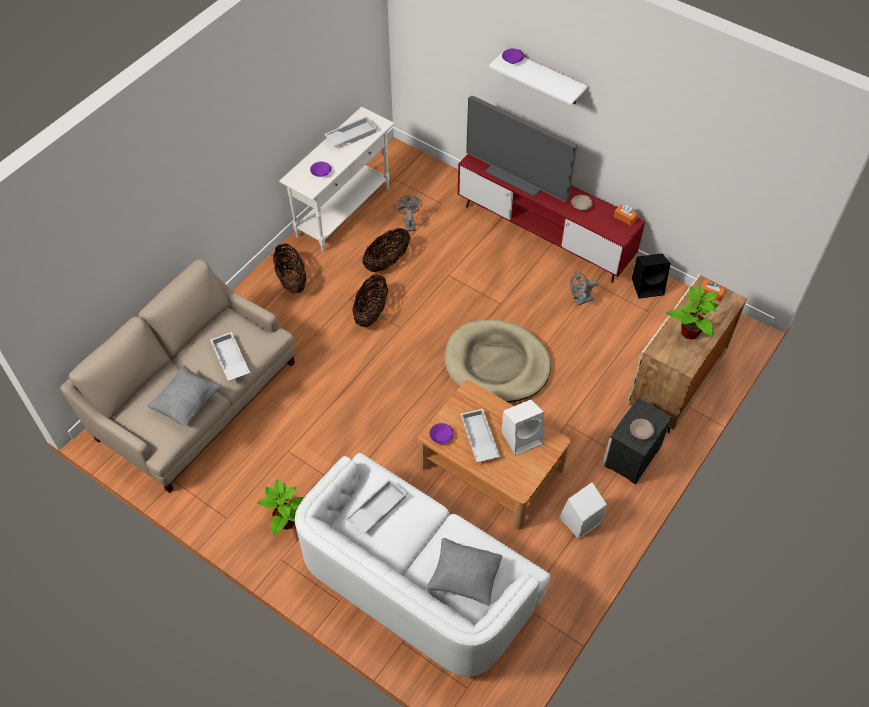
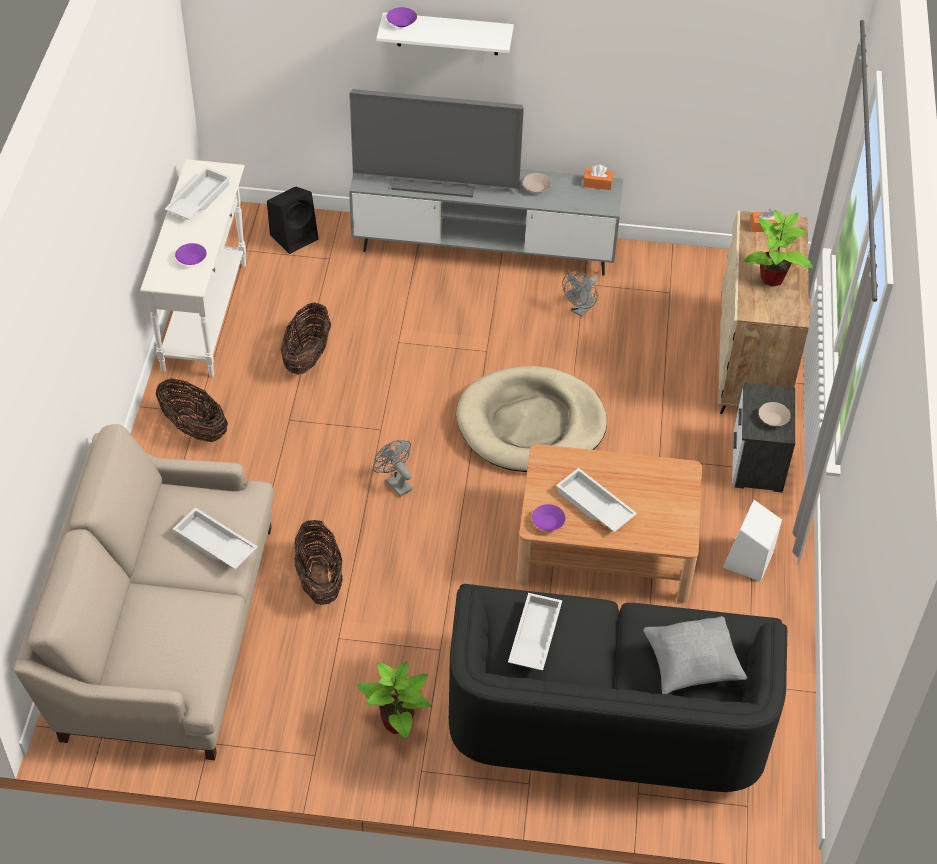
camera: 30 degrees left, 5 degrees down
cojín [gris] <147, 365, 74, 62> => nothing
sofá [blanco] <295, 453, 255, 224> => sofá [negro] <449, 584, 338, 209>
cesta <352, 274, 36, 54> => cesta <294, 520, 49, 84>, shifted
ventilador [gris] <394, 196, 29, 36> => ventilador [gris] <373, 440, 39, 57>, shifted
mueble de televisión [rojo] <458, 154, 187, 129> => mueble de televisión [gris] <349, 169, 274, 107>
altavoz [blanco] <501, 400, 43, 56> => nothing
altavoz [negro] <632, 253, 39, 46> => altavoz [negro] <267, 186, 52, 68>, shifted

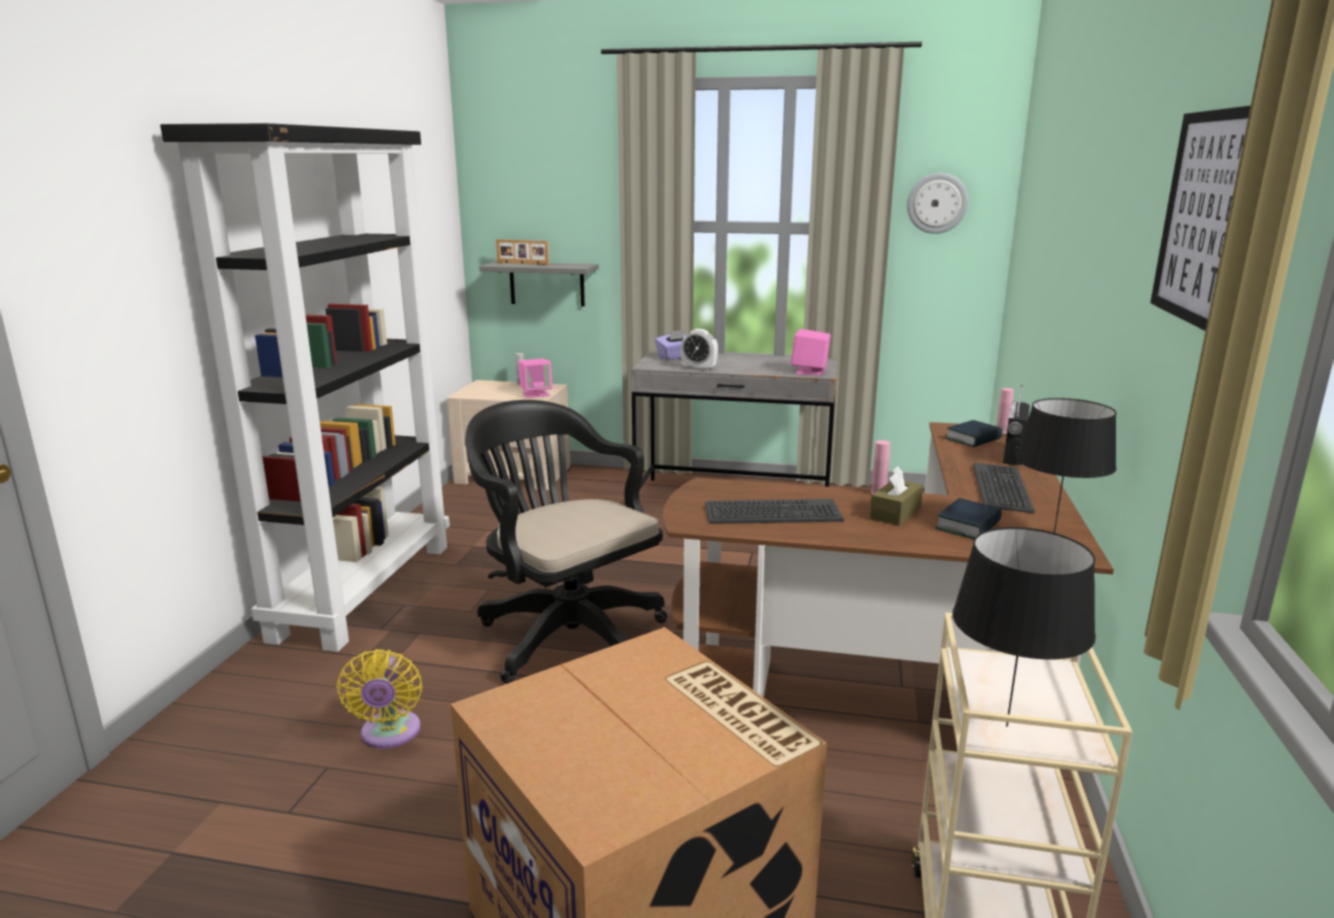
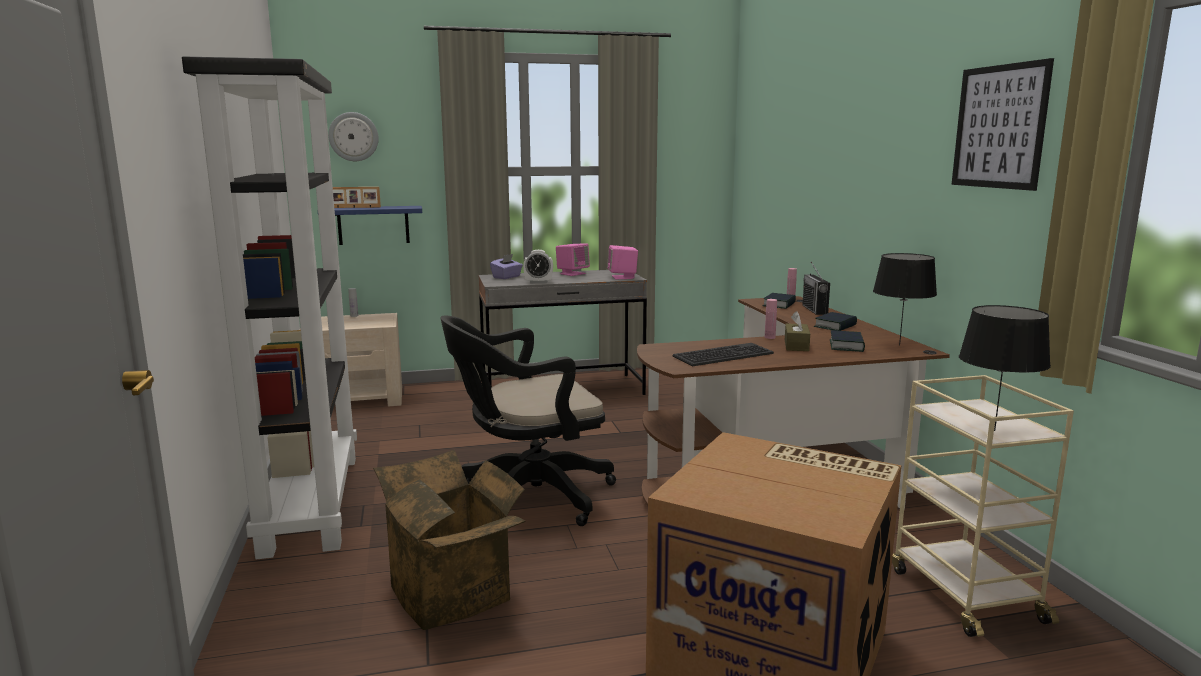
camera: 25 degrees left, 5 degrees down
ventilador [amarillo] <336, 649, 87, 100> => caja de cartón <373, 450, 153, 180>
silla de oficina [negro] <465, 400, 202, 284> => silla de oficina [negro] <440, 316, 176, 210>, 45 degrees counterclockwise
estante [gris] <479, 261, 120, 45> => estante [azul] <334, 206, 88, 39>
altavoz [rosa] <518, 358, 35, 40> => altavoz [rosa] <556, 243, 34, 33>, shifted
reloj de pared <907, 173, 61, 61> => reloj de pared <328, 112, 51, 49>, shifted
teclado <973, 463, 61, 50> => libro <814, 312, 43, 19>

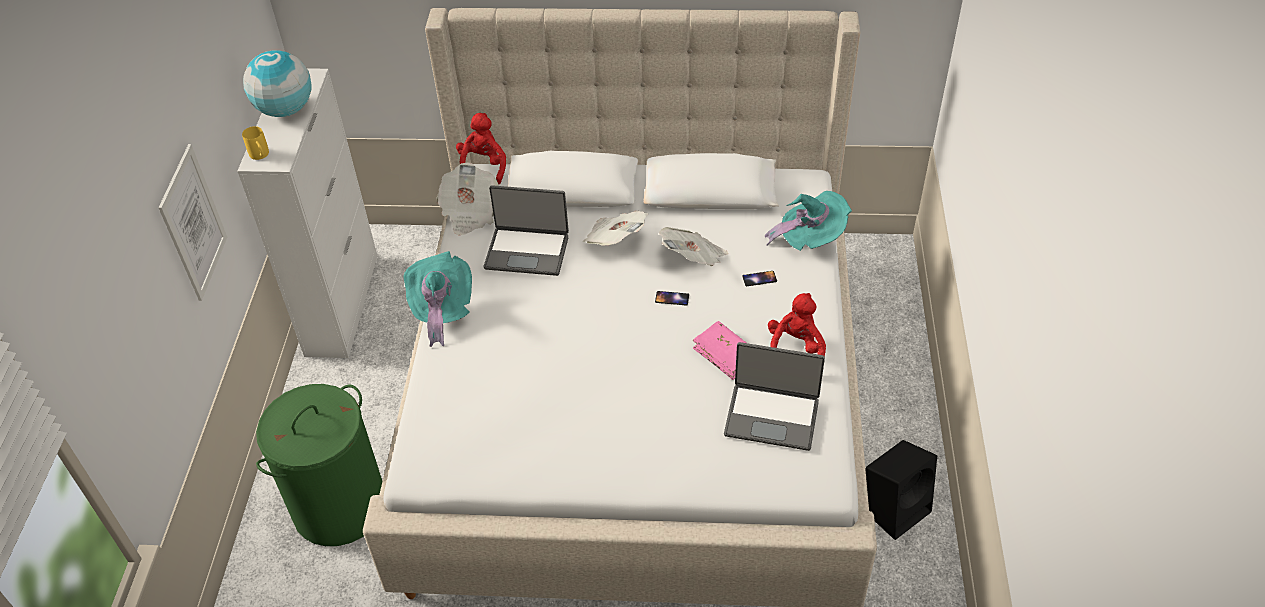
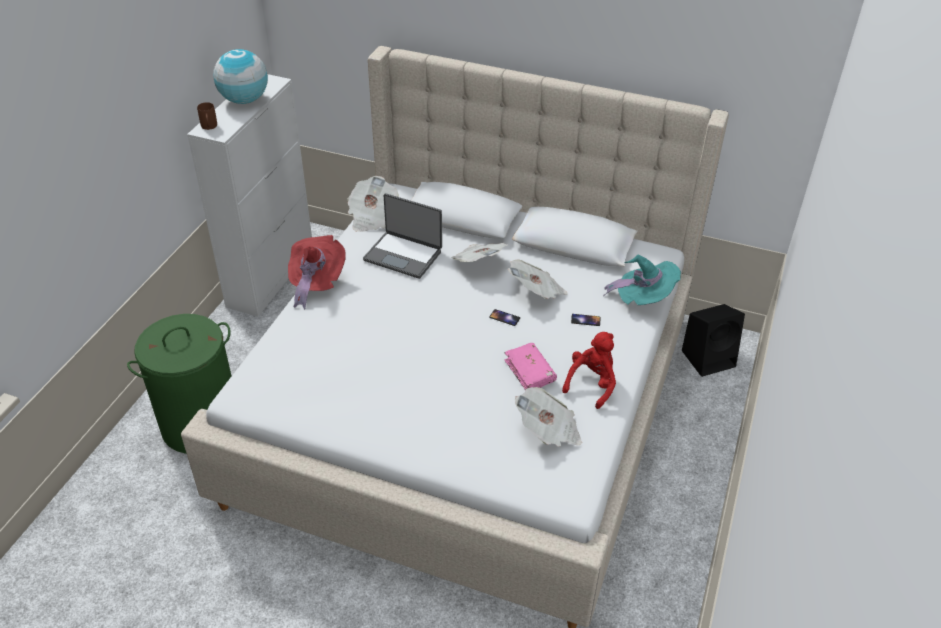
camera: 15 degrees right, 5 degrees down
cuadro <158, 144, 69, 157> => nothing
taza grande [amarillo] <242, 126, 27, 34> => taza grande [marrón] <197, 102, 20, 28>
sombrero [turquesa] <404, 251, 68, 96> => sombrero [rojo] <288, 235, 58, 74>
peluche [rojo] <456, 113, 50, 71> => nothing
portátil <724, 342, 101, 109> => periódico <515, 387, 67, 60>
altavoz [negro] <865, 440, 72, 100> => altavoz [negro] <682, 304, 63, 73>, shifted

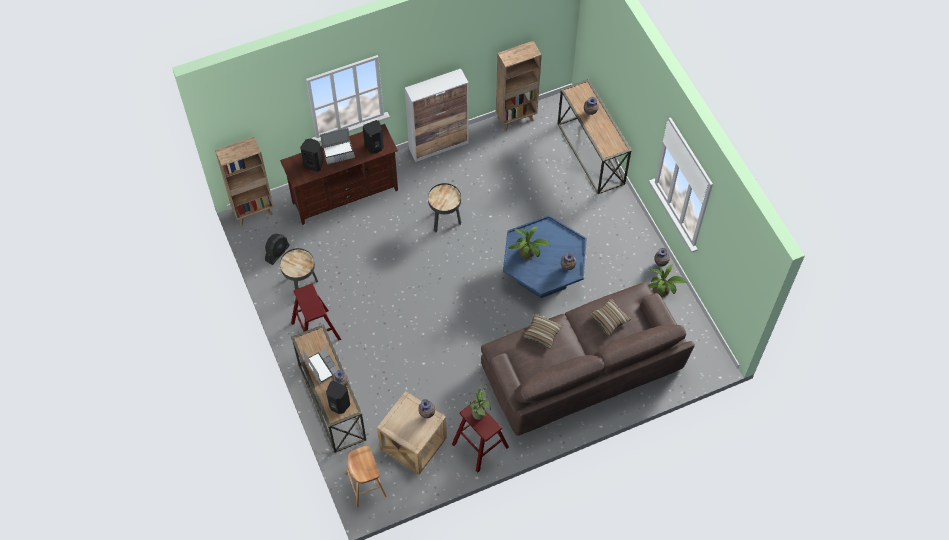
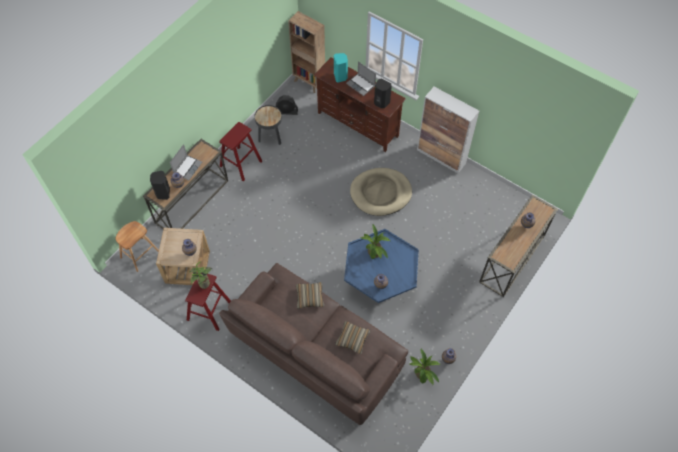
camera: 60 degrees right, 0 degrees up
altavoz [negro] <300, 139, 23, 33> => altavoz [turquesa] <334, 53, 14, 30>
mesa auxiliar [negro] <428, 183, 33, 49> => cama para perro [beis] <350, 168, 62, 48>
estantería [marrón] <496, 41, 46, 90> => nothing

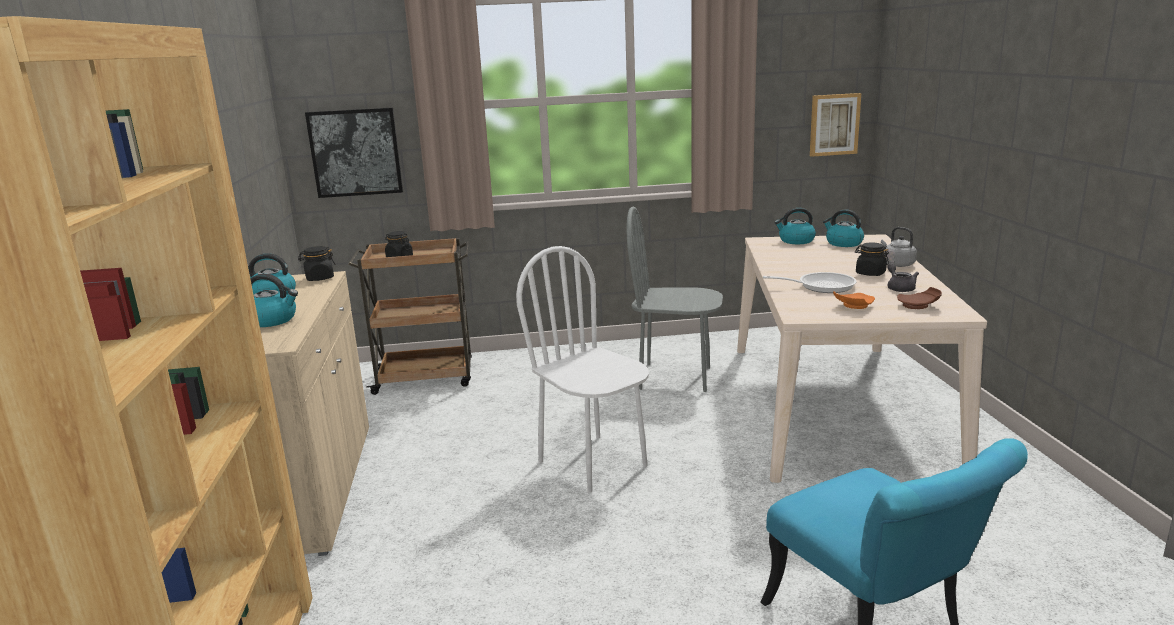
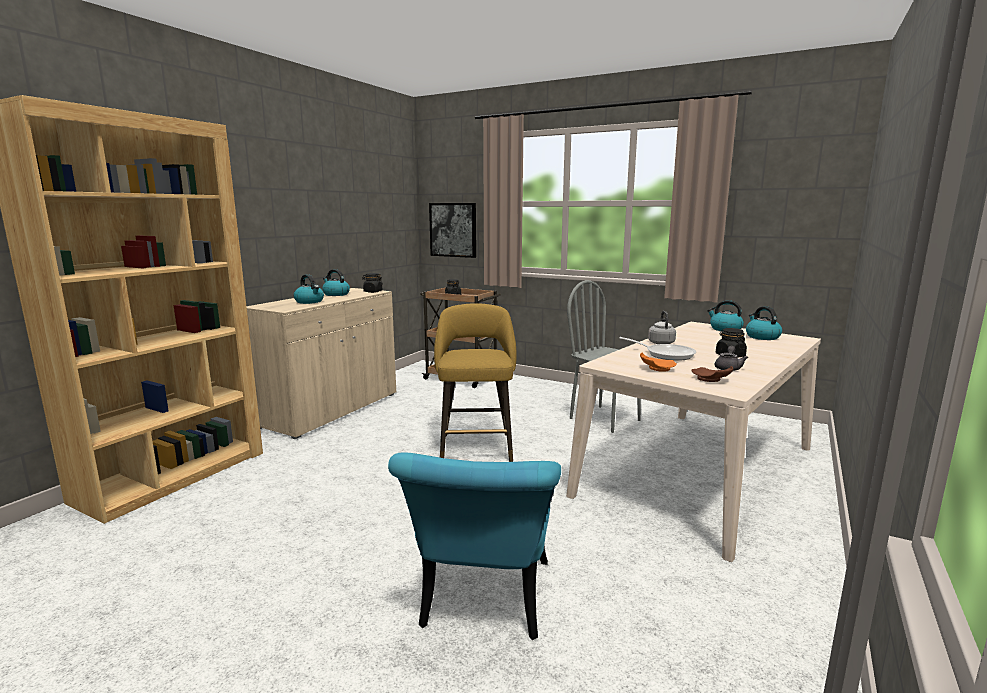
camera: 35 degrees right, 5 degrees down
silla [blanco] <516, 246, 133, 247> => taburete [amarillo] <434, 303, 82, 159>
cuadro <810, 93, 51, 64> => nothing
hervidor [gris] <881, 227, 36, 40> => hervidor [gris] <648, 311, 28, 33>, shifted

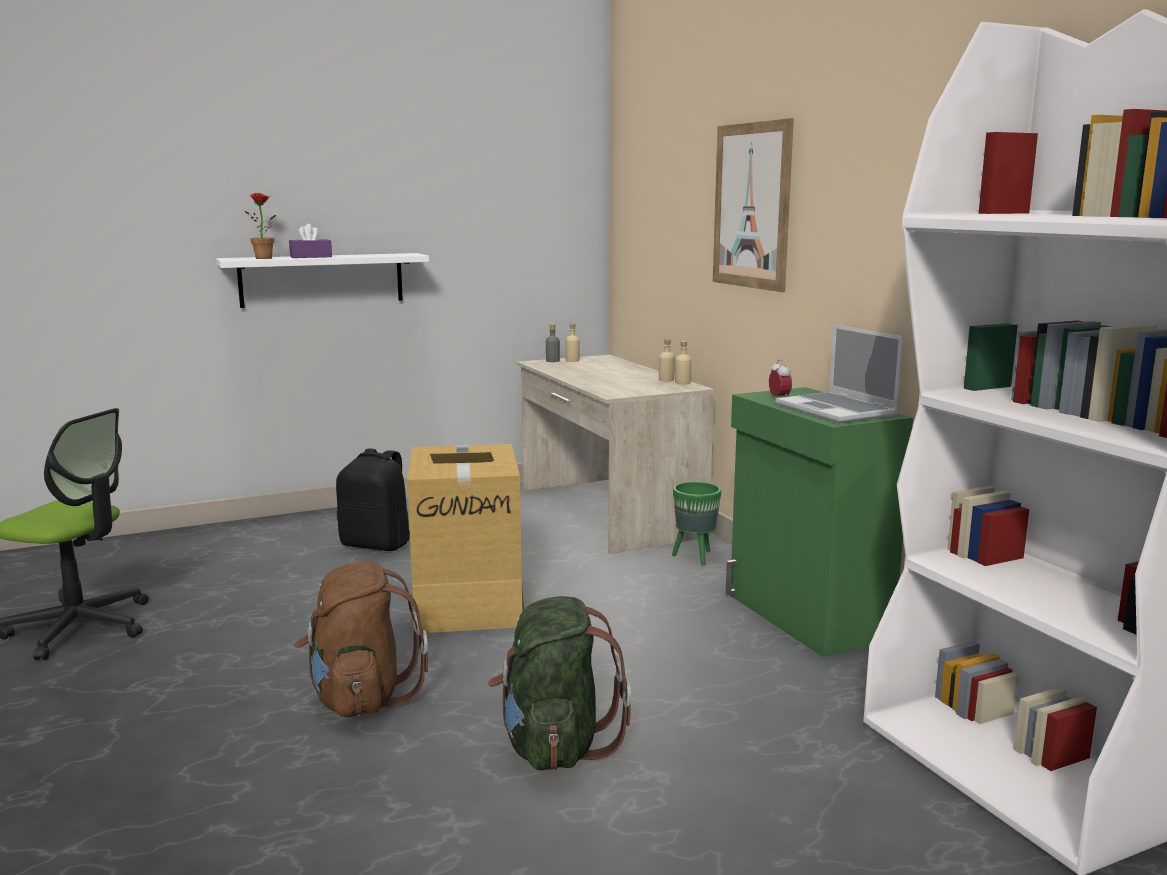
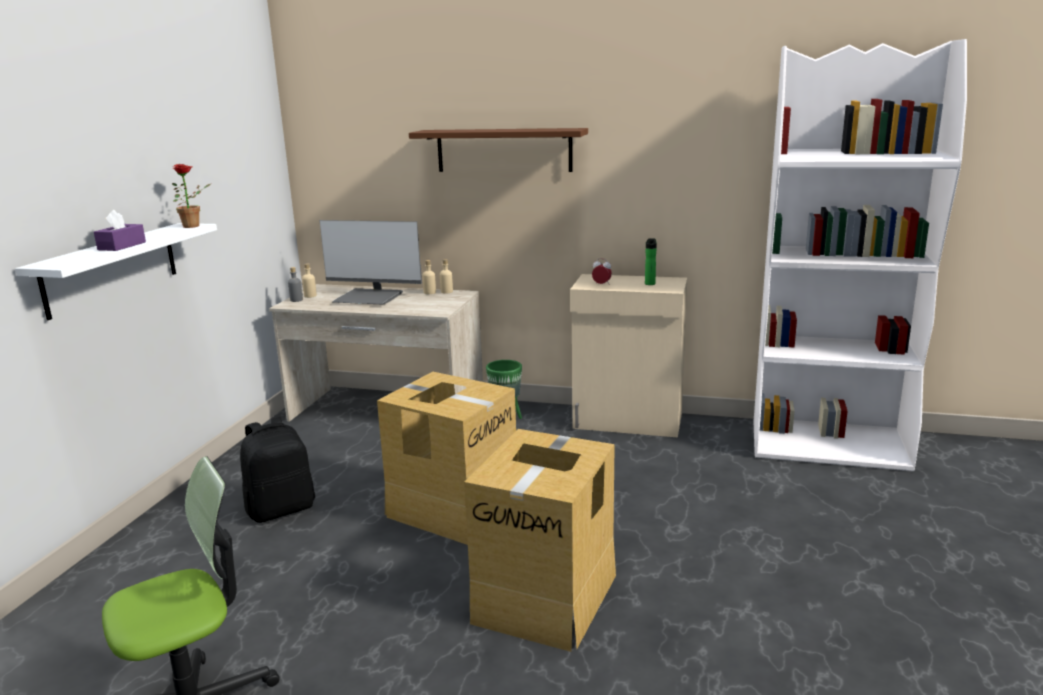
camera: 50 degrees left, 5 degrees up
planta en maceta <245, 193, 31, 66> => planta en maceta <172, 164, 38, 64>, shifted
mochila [marrón] <294, 561, 134, 156> => caja de cartón <464, 429, 152, 223>
mochila [verde] <488, 596, 144, 174> => nothing
cuadro <713, 118, 81, 174> => estante [marrón] <409, 128, 179, 44>
armario [verde] <726, 387, 187, 270> => armario [beis] <570, 274, 117, 163>
portátil <776, 325, 127, 98> => botella <645, 238, 12, 47>
nothing => monitor <319, 220, 103, 85>

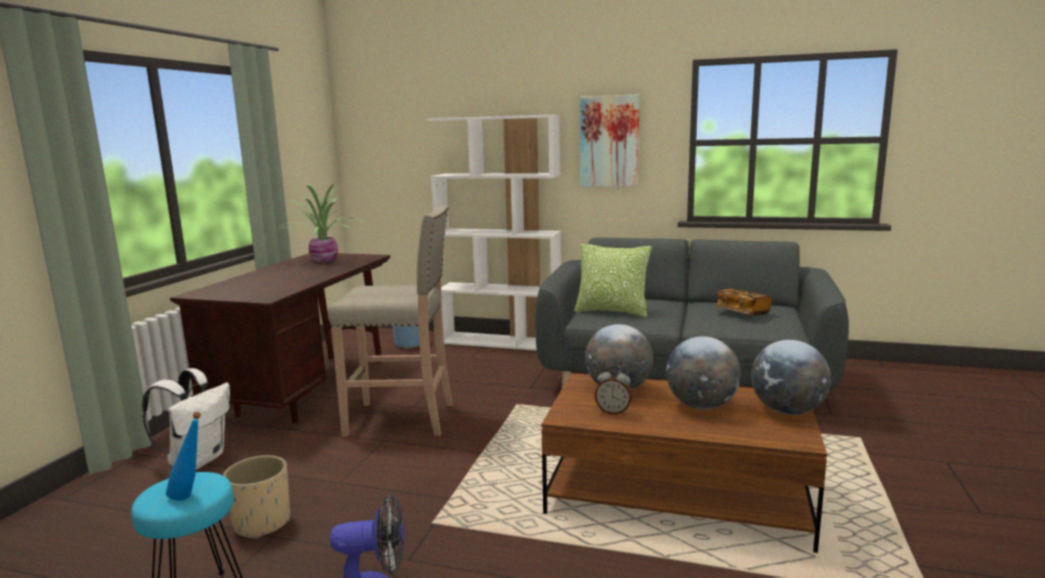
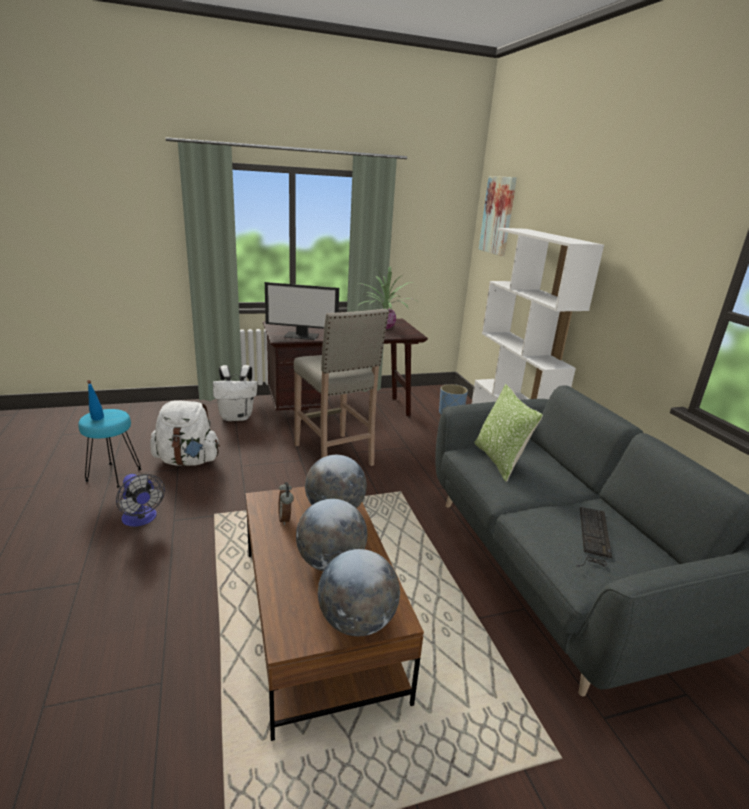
camera: 55 degrees right, 10 degrees up
maceta [beis] <223, 455, 67, 84> => mochila [blanco] <150, 400, 70, 66>
cuadro <580, 94, 60, 93> => cuadro <479, 176, 38, 80>, shifted
libro <715, 289, 57, 26> => teclado <577, 507, 35, 60>
nothing => monitor <265, 282, 74, 58>

